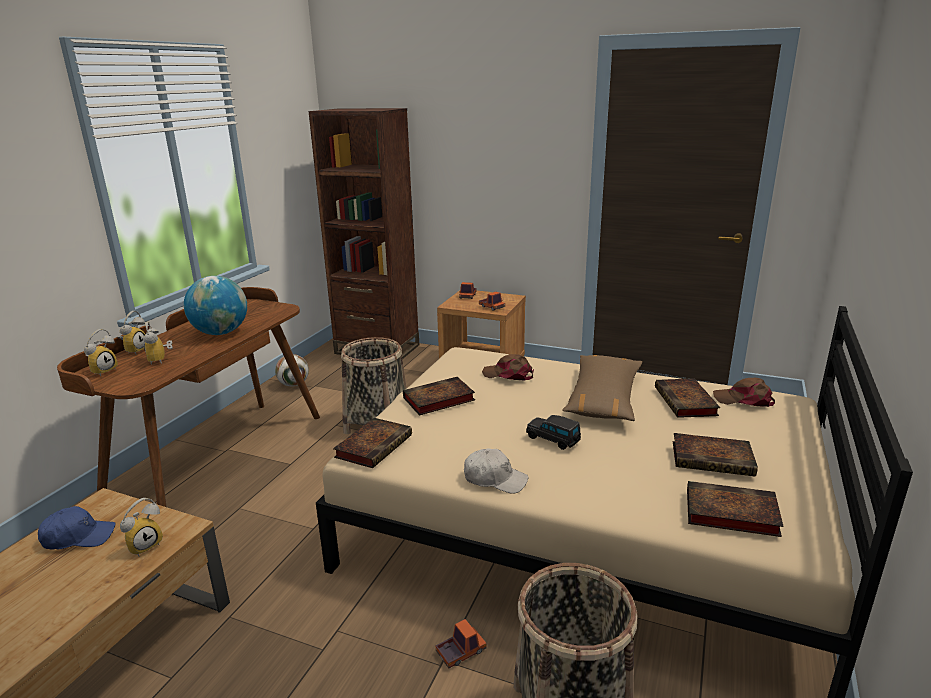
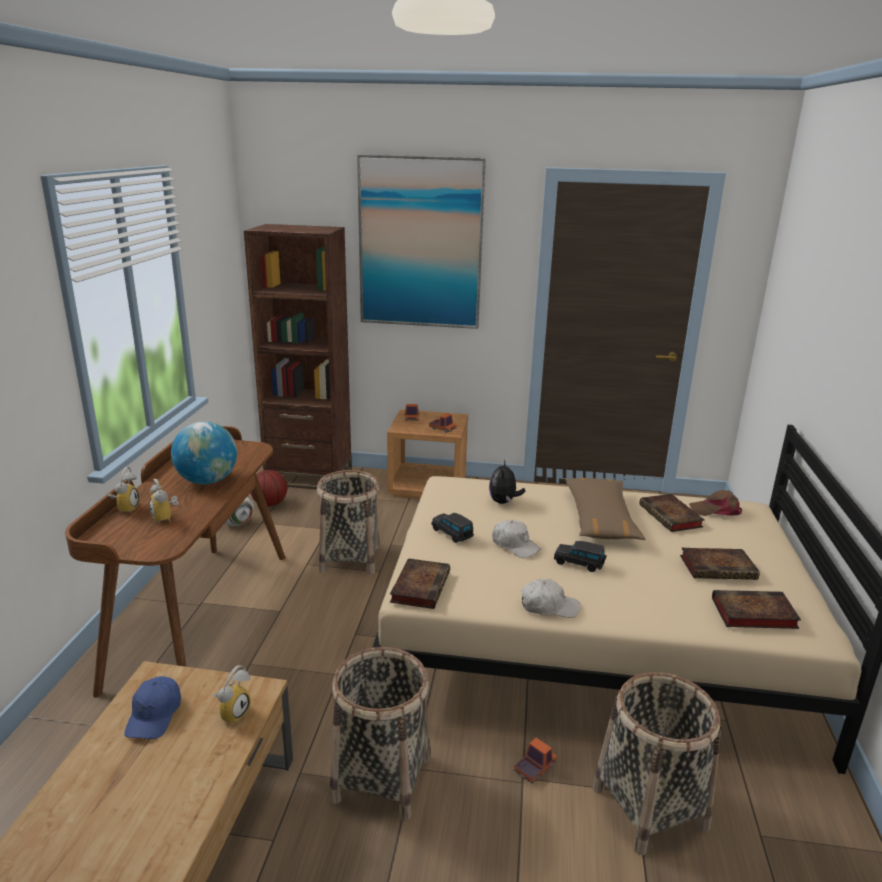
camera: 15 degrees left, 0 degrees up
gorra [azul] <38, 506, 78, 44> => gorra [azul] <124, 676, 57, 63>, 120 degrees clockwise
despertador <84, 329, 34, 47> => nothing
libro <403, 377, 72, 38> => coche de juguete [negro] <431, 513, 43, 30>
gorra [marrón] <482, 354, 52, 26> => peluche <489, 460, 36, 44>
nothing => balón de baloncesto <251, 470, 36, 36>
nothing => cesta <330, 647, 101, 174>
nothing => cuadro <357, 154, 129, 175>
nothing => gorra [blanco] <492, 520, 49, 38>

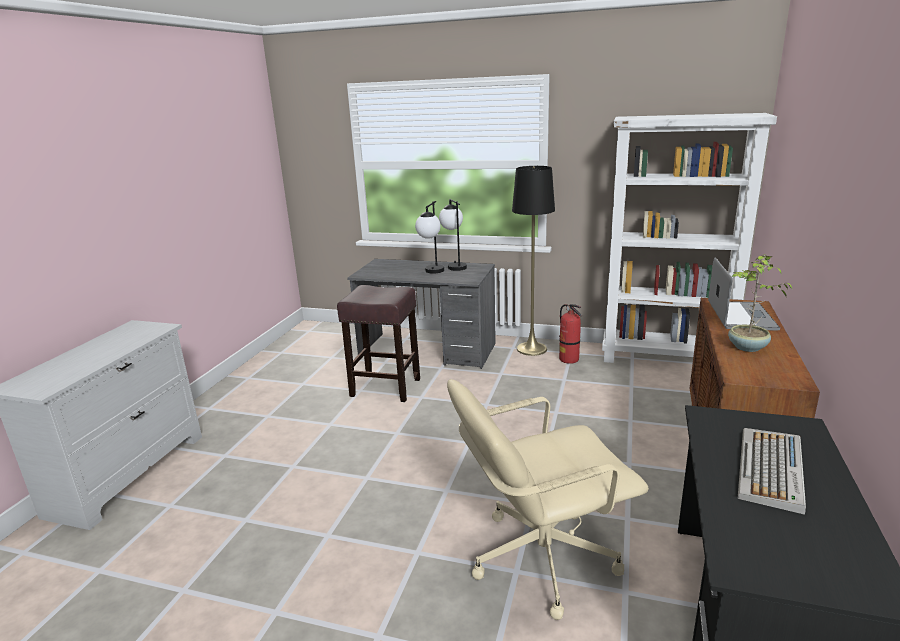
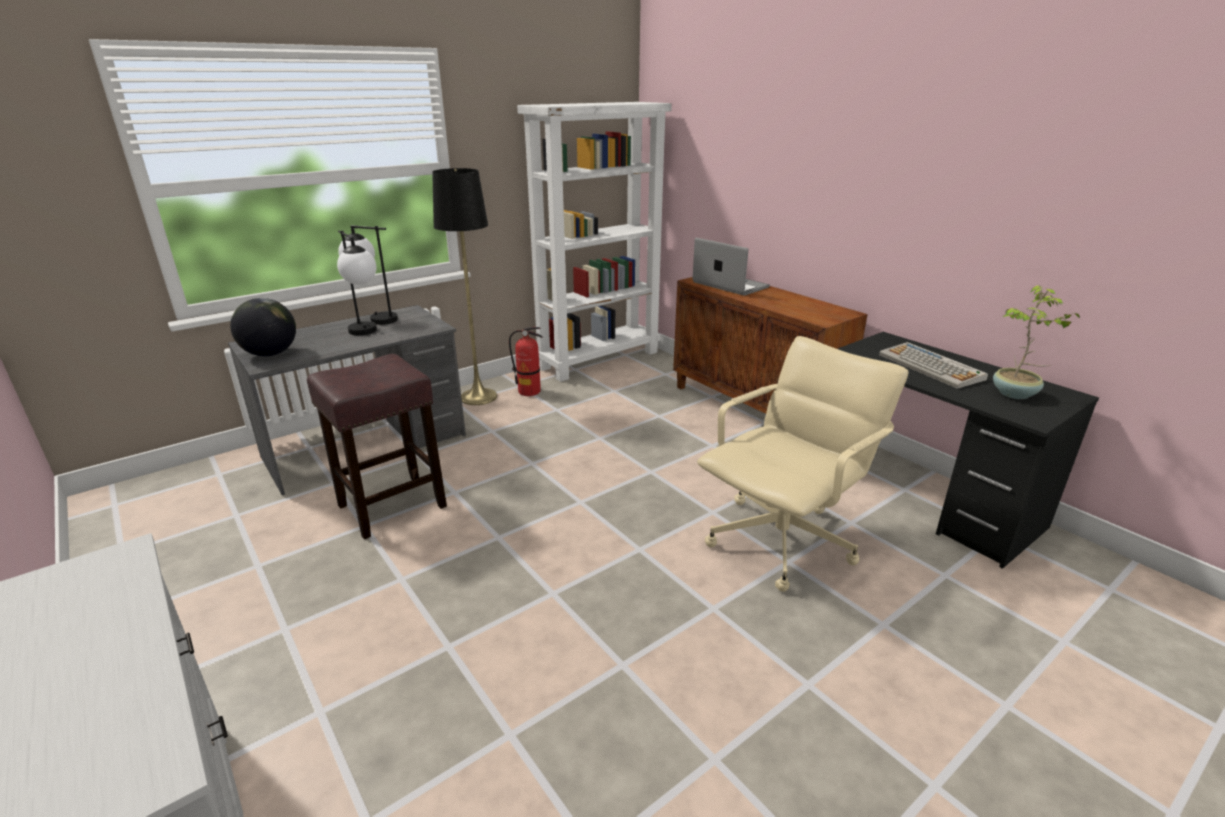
camera: 55 degrees left, 5 degrees up
silla de oficina [beis] <447, 379, 202, 241> => silla de oficina [beis] <697, 336, 211, 256>, 150 degrees counterclockwise
planta en maceta <728, 254, 64, 98> => planta en maceta <993, 285, 87, 114>, shifted
nothing => globo terráqueo <230, 298, 66, 58>

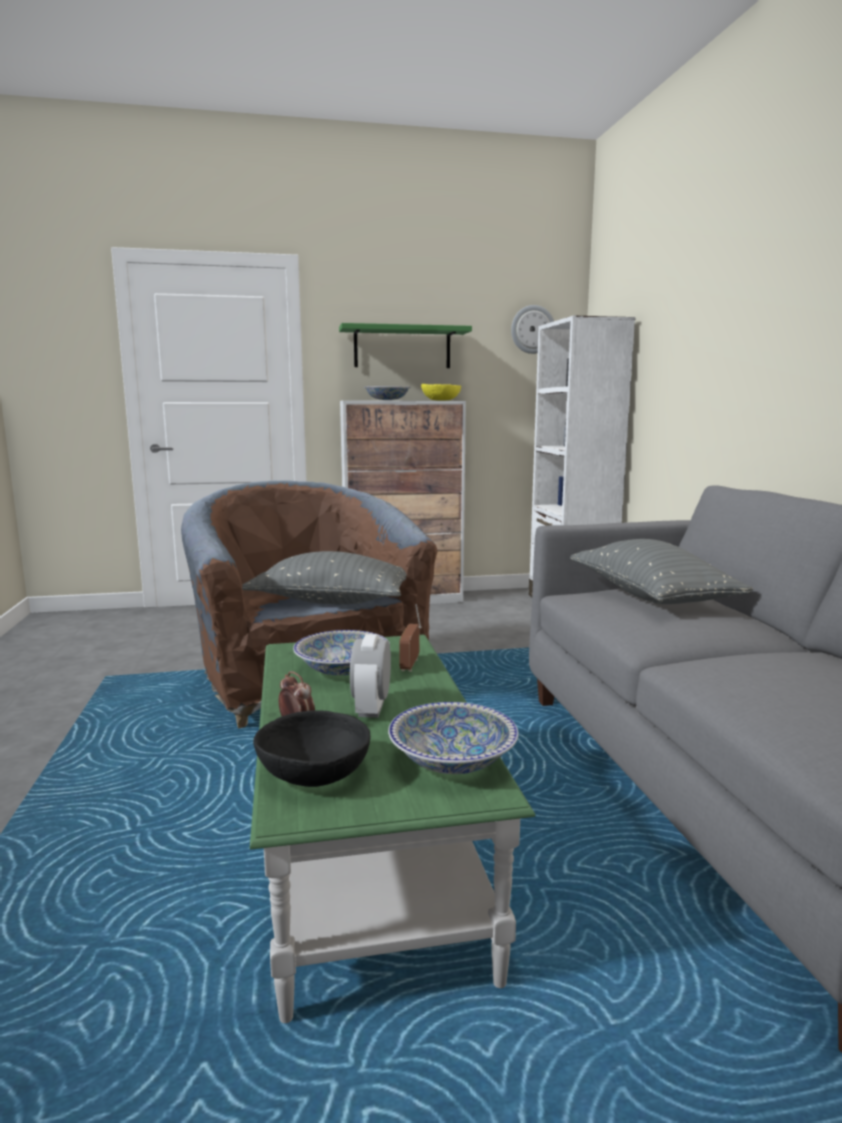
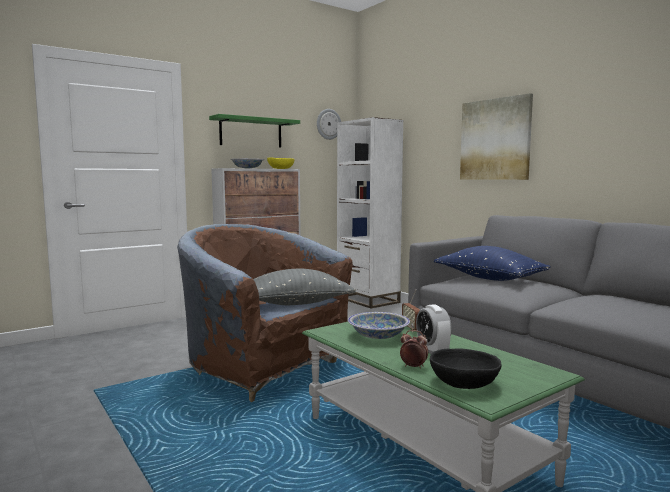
camera: 25 degrees left, 5 degrees down
cuenco <388, 702, 131, 72> => nothing
cojín [gris] <570, 539, 183, 65> => cojín [azul] <434, 246, 117, 35>
nothing => cuadro <460, 93, 73, 87>

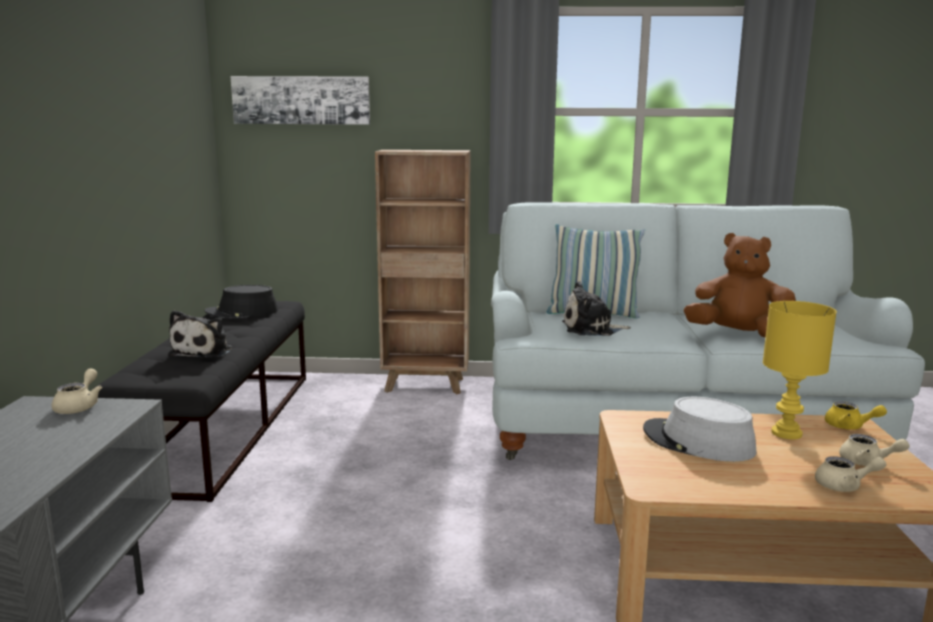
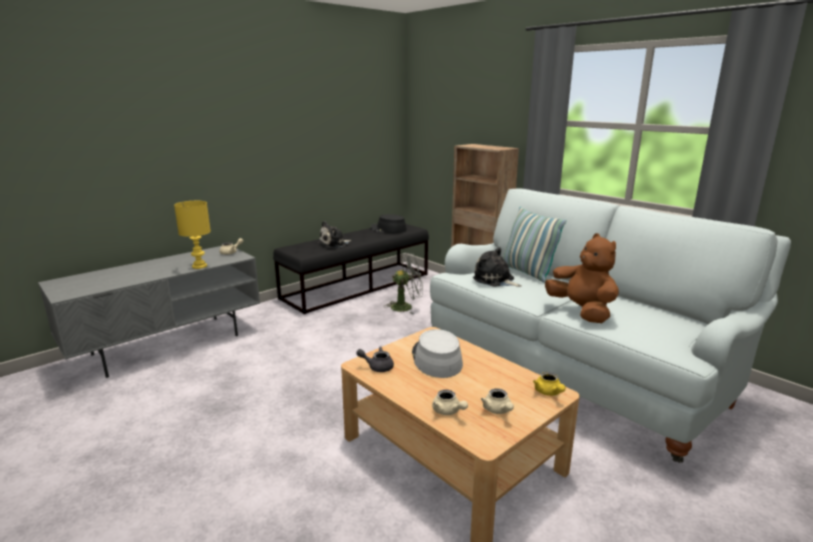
camera: 45 degrees right, 5 degrees up
cuadro <230, 76, 140, 49> => nothing
lámpara de mesa [amarillo] <763, 301, 74, 138> => lámpara de mesa [amarillo] <174, 201, 37, 68>, shifted
nothing => tetera [gris] <356, 346, 38, 26>
nothing => ventilador [gris] <384, 252, 39, 62>

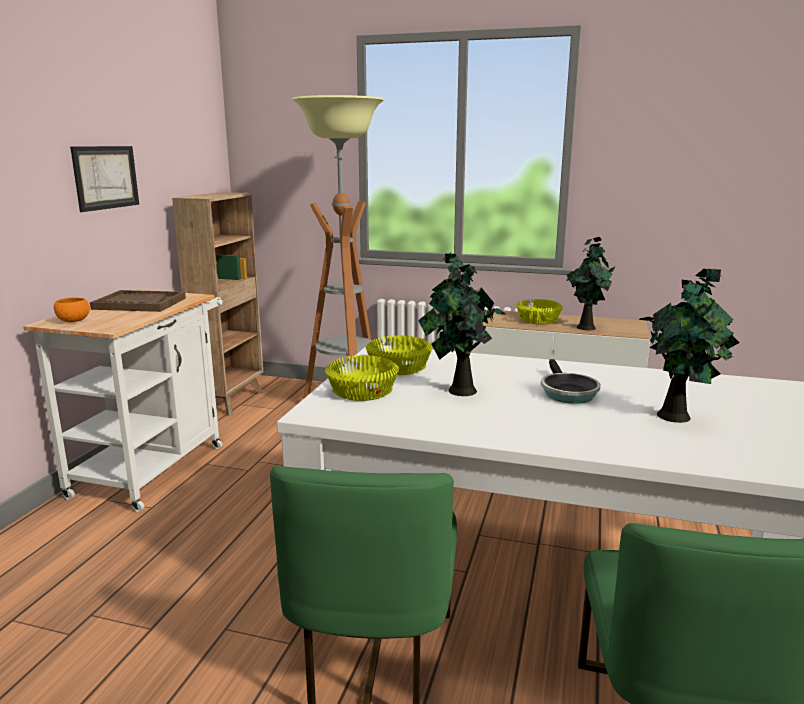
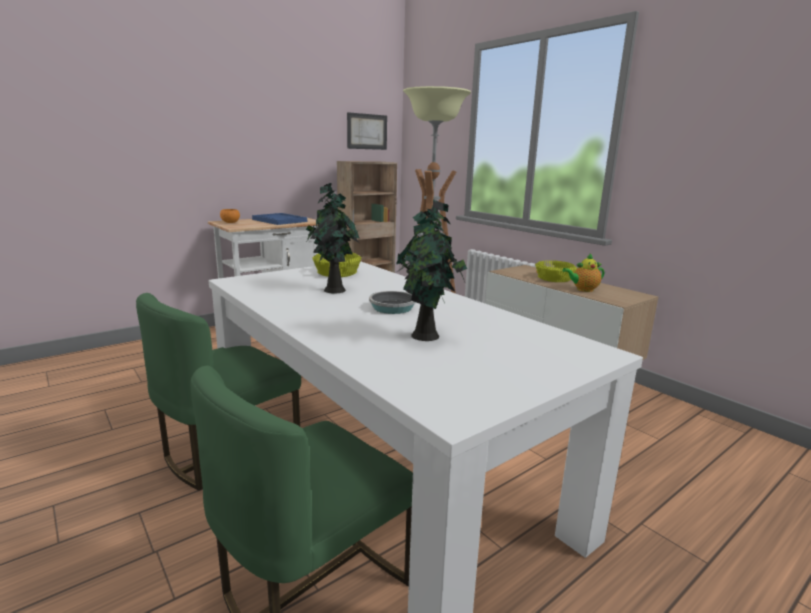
camera: 35 degrees right, 0 degrees up
cuadro <70, 146, 69, 66> => cuadro <347, 112, 40, 38>, shifted
bandeja [marrón] <90, 290, 96, 22> => bandeja [azul] <252, 213, 55, 12>
cuenco [amarillo] <325, 355, 74, 46> => nothing
planta en maceta <566, 237, 49, 93> => tetera <562, 254, 43, 38>

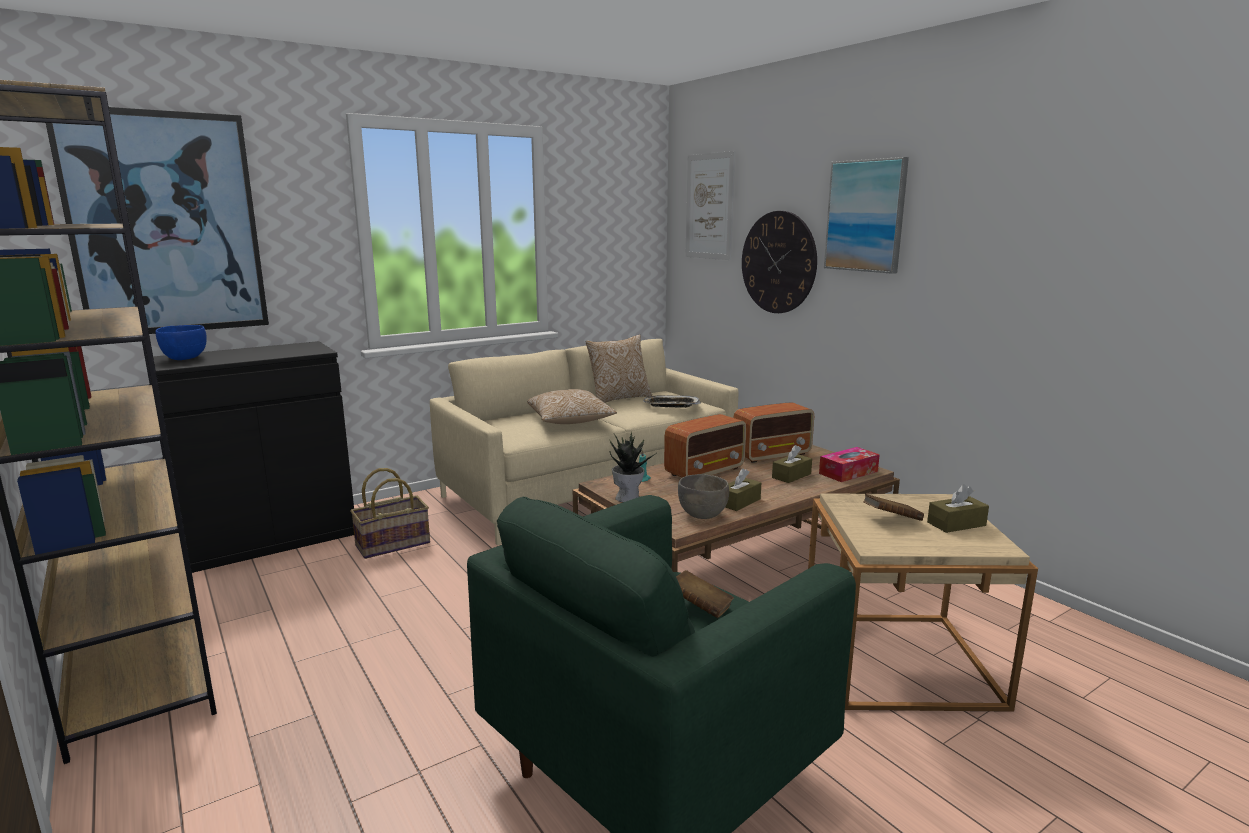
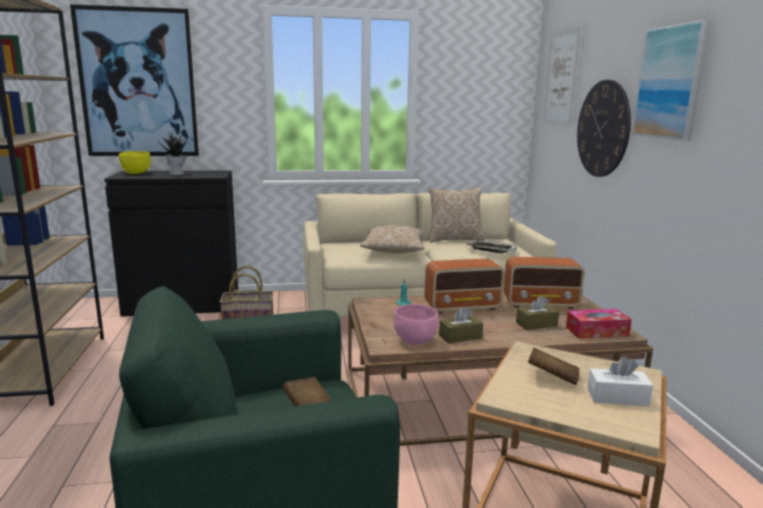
camera: 25 degrees right, 0 degrees up
cuenco [azul] <155, 325, 52, 35> => cuenco [amarillo] <119, 151, 32, 23>
planta en maceta <610, 432, 45, 70> => planta en maceta <158, 132, 29, 43>, shifted
cuenco [gris] <678, 474, 51, 45> => cuenco [rosa] <394, 304, 45, 41>
caja de pañuelos [marrón] <927, 484, 62, 49> => caja de pañuelos [blanco] <587, 356, 66, 50>

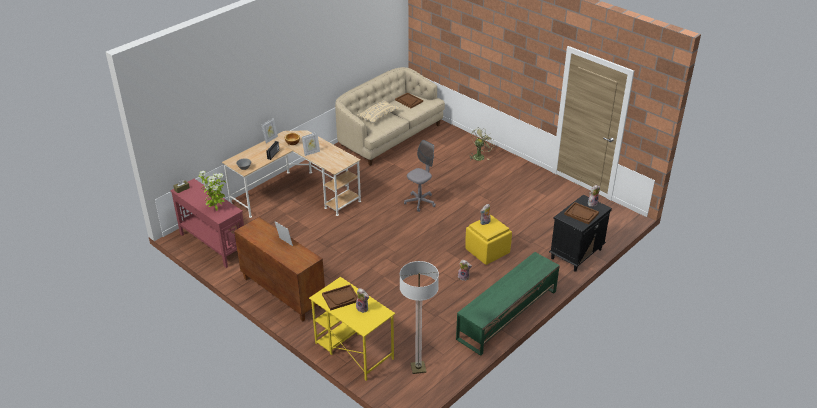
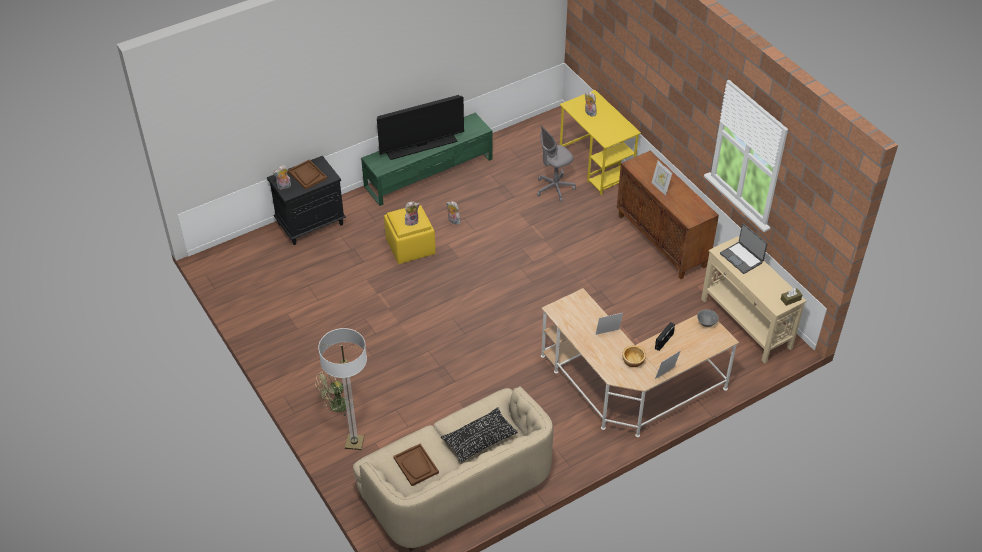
camera: 165 degrees left, 10 degrees up
mesa consola [rojo] <170, 179, 74, 89> => mesa consola [beis] <701, 236, 105, 128>
planta en maceta <199, 171, 27, 40> => portátil <720, 223, 48, 51>
bandeja [marrón] <322, 284, 36, 26> => nothing
cojín [beis] <357, 100, 43, 24> => cojín [negro] <441, 407, 77, 56>
lámpara de pie <400, 261, 39, 113> => lámpara de pie <318, 328, 49, 122>, shifted
silla de oficina [gris] <404, 140, 32, 72> => silla de oficina [gris] <537, 125, 39, 77>, shifted
nothing => televisor <377, 95, 87, 65>

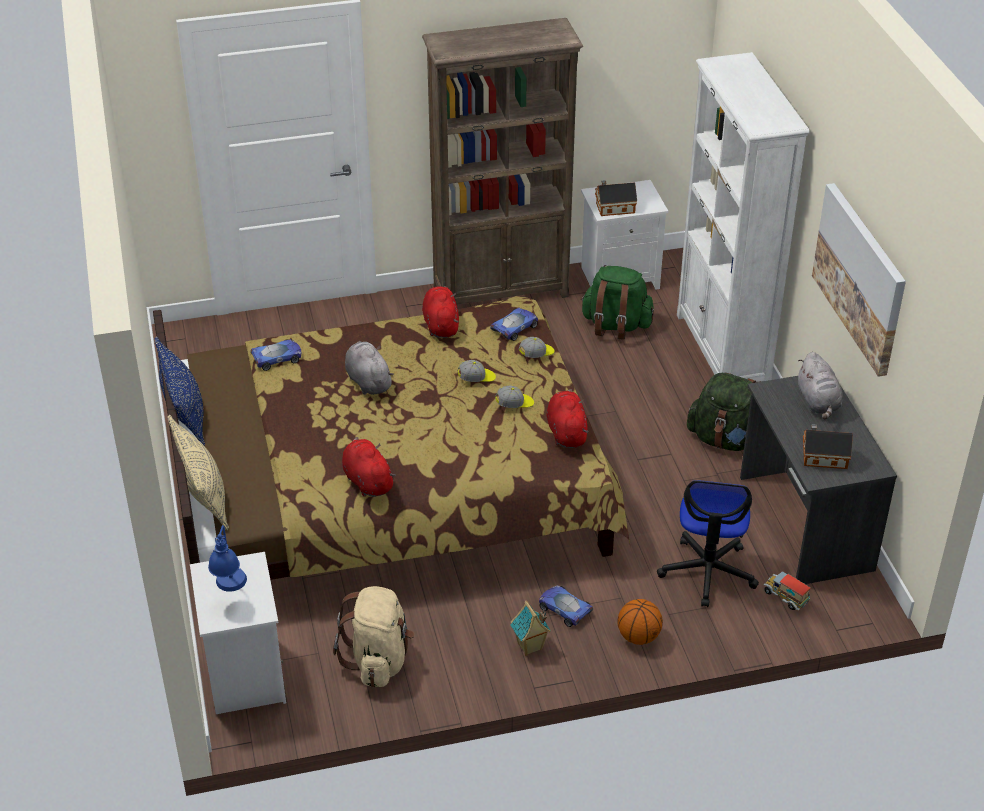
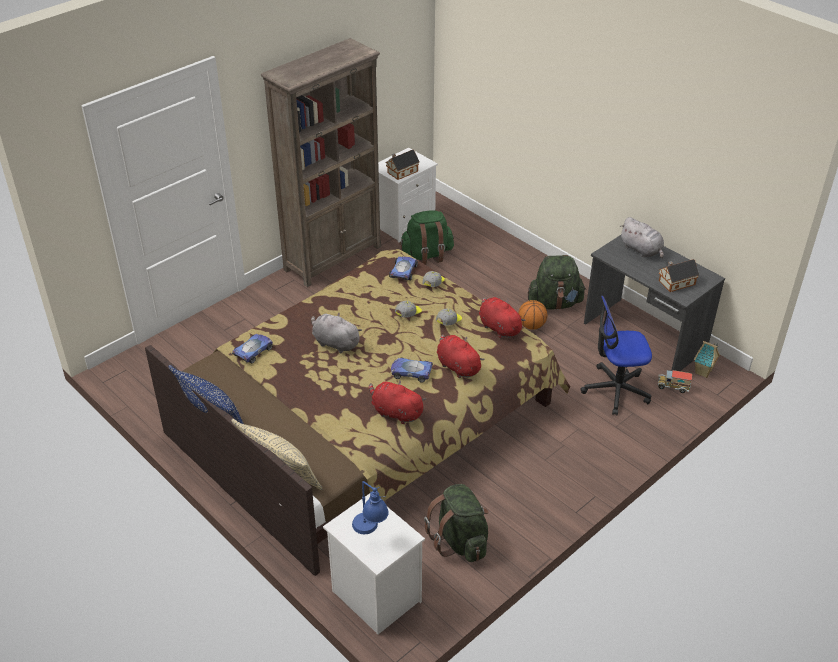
camera: 30 degrees left, 0 degrees up
mochila [beis] <333, 586, 82, 101> => mochila [verde] <424, 484, 64, 78>
peluche [rojo] <422, 286, 37, 52> => peluche [rojo] <437, 334, 48, 44>, shifted
casita <510, 601, 41, 55> => casita <694, 341, 26, 37>, shifted
coche de juguete <539, 585, 54, 42> => coche de juguete <391, 357, 42, 26>, shifted
balón de baloncesto <617, 599, 46, 46> => balón de baloncesto <518, 300, 29, 29>, shifted
silla de oficina <657, 480, 102, 127> => silla de oficina <580, 296, 72, 119>, 105 degrees clockwise
estantería [blanco] <677, 52, 132, 330> => nothing
cuadro <812, 183, 94, 194> => nothing

